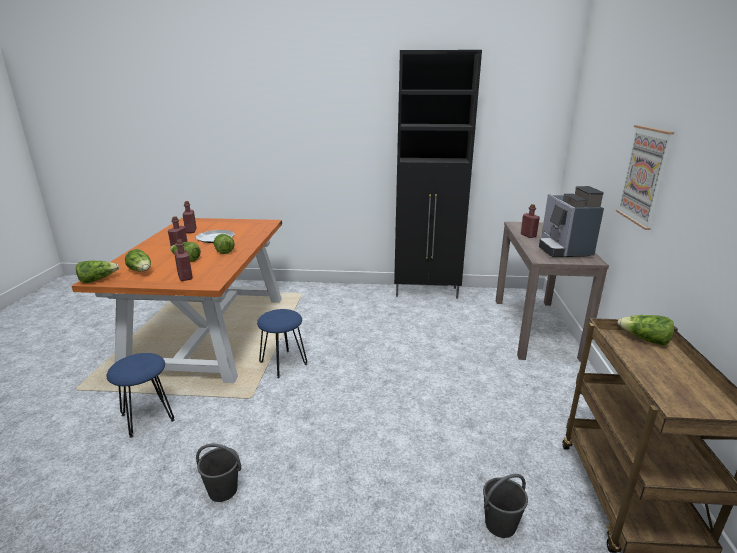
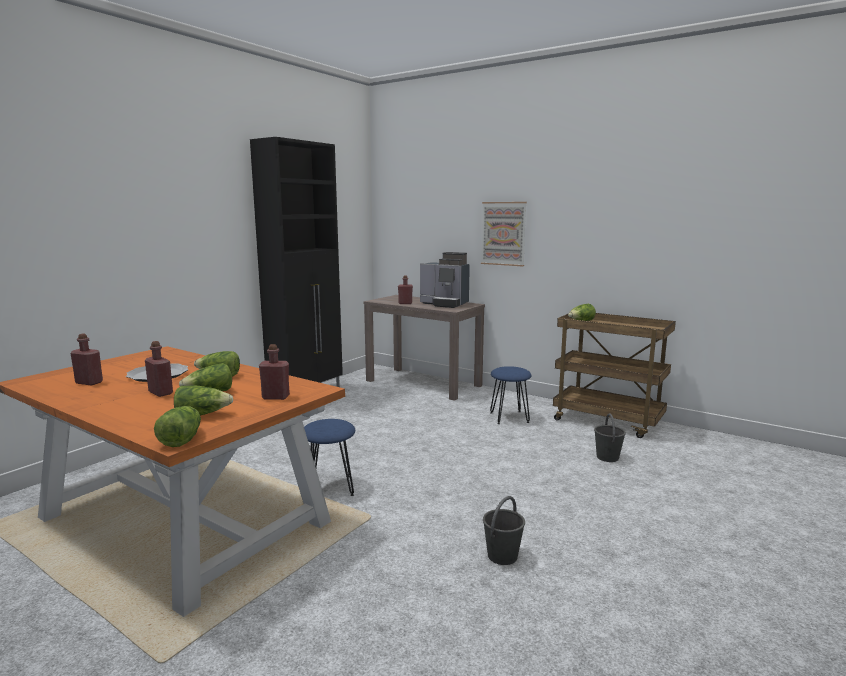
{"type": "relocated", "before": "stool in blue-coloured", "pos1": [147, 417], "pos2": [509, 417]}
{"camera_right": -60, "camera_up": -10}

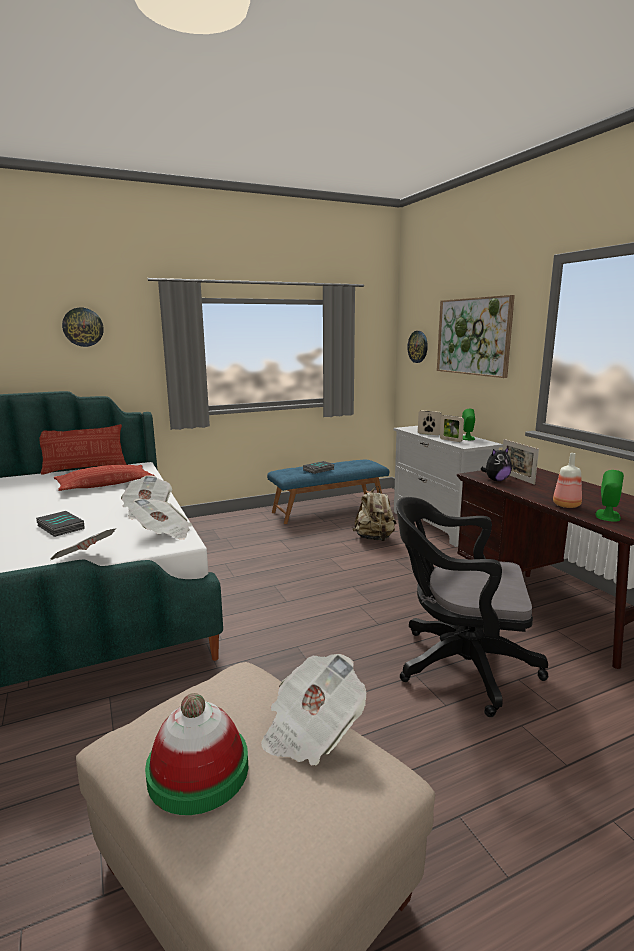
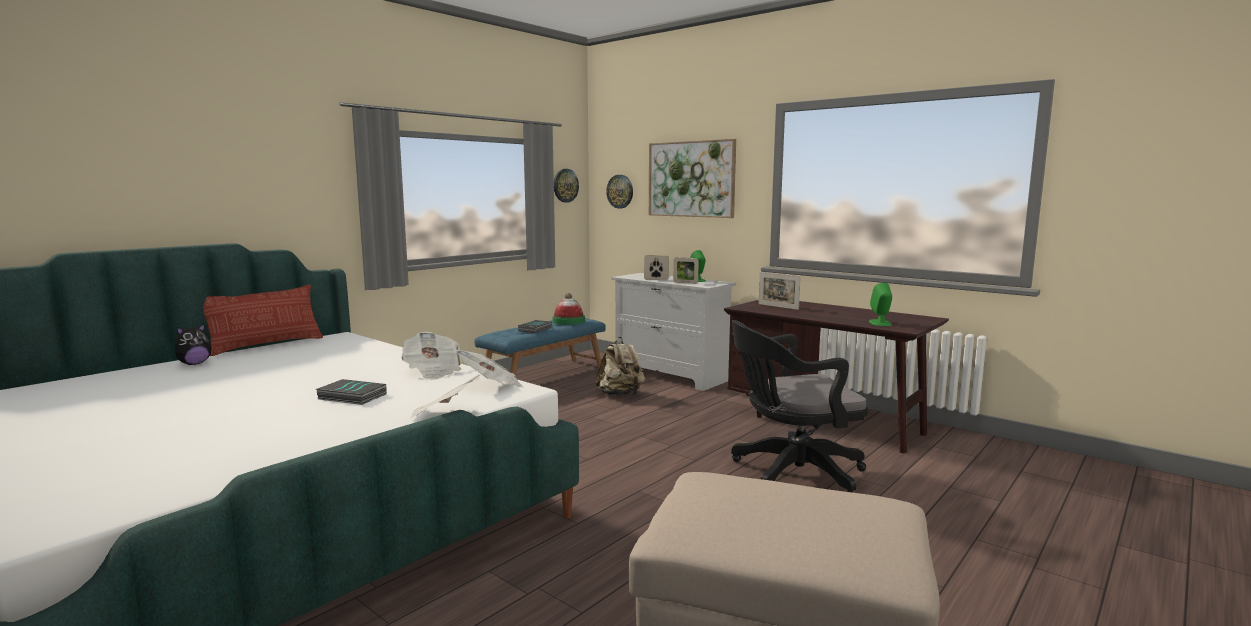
{"type": "relocated", "before": "hanging clock", "pos1": [83, 327], "pos2": [565, 185]}
{"type": "relocated", "before": "cuddly toy", "pos1": [496, 480], "pos2": [194, 364]}
{"type": "missing", "before": "bottle", "pos1": [567, 505]}
{"type": "missing", "before": "cushion", "pos1": [105, 484]}
{"type": "missing", "before": "daily paper", "pos1": [311, 730]}
{"type": "relocated", "before": "wearable hat", "pos1": [198, 771], "pos2": [568, 321]}
{"camera_right": -25, "camera_up": -5}

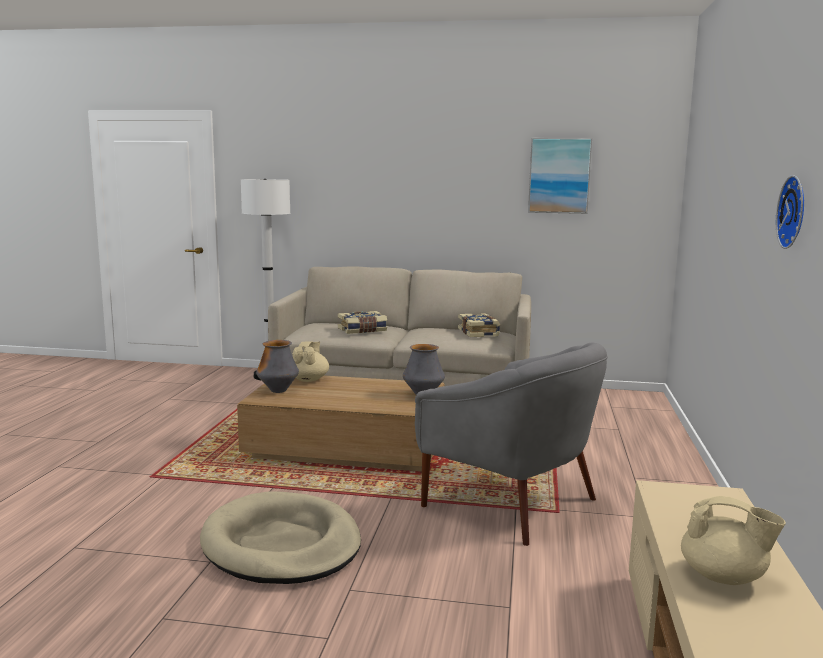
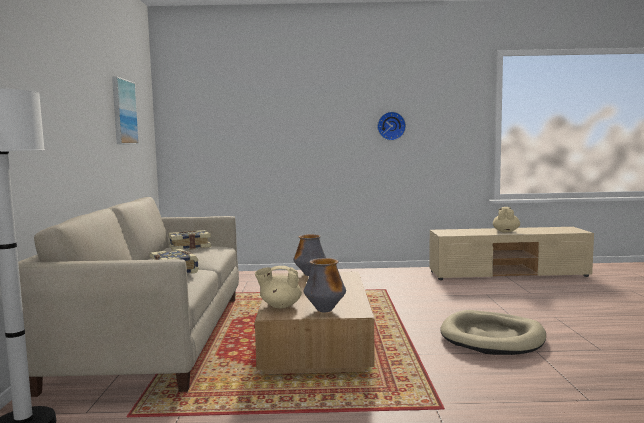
{"type": "missing", "before": "lounge chair in greyish", "pos1": [512, 502]}
{"camera_right": -100, "camera_up": -5}

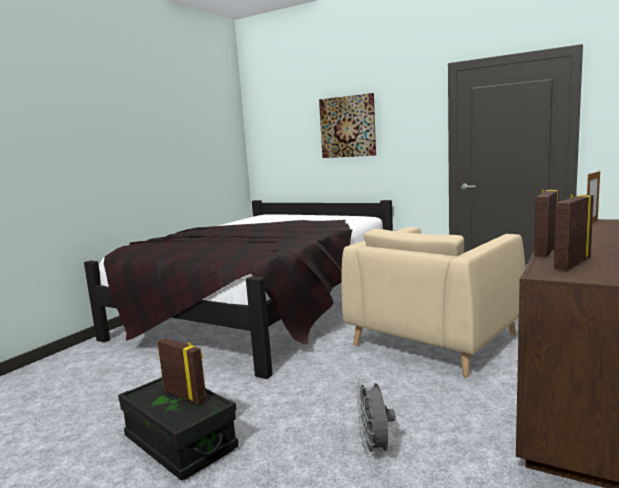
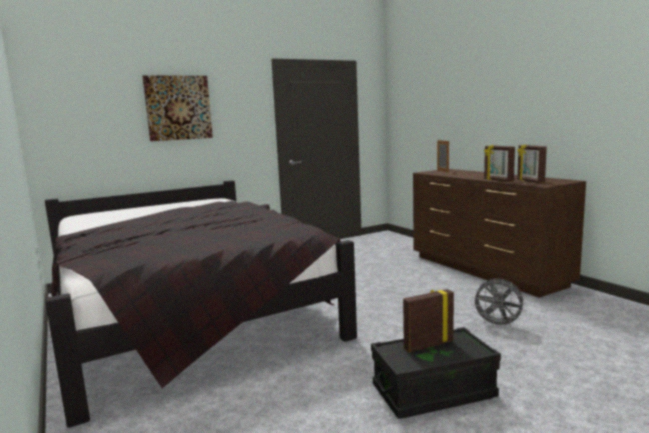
{"type": "missing", "before": "lounge chair in beige-coloured", "pos1": [434, 340]}
{"camera_right": -60, "camera_up": 0}

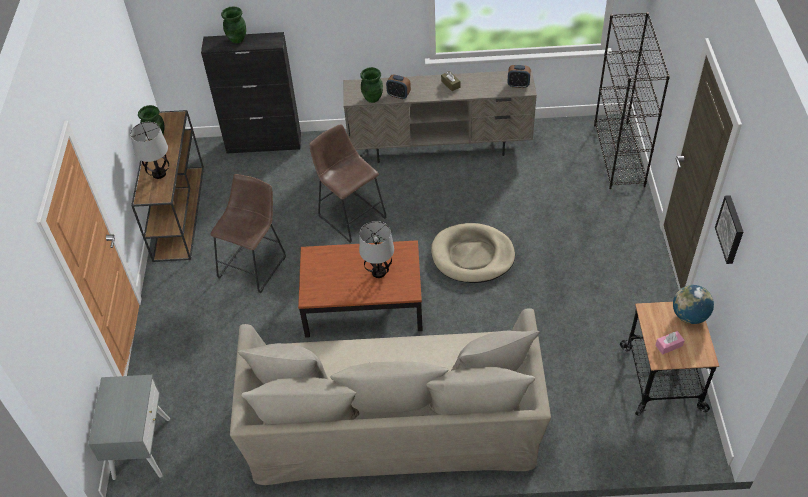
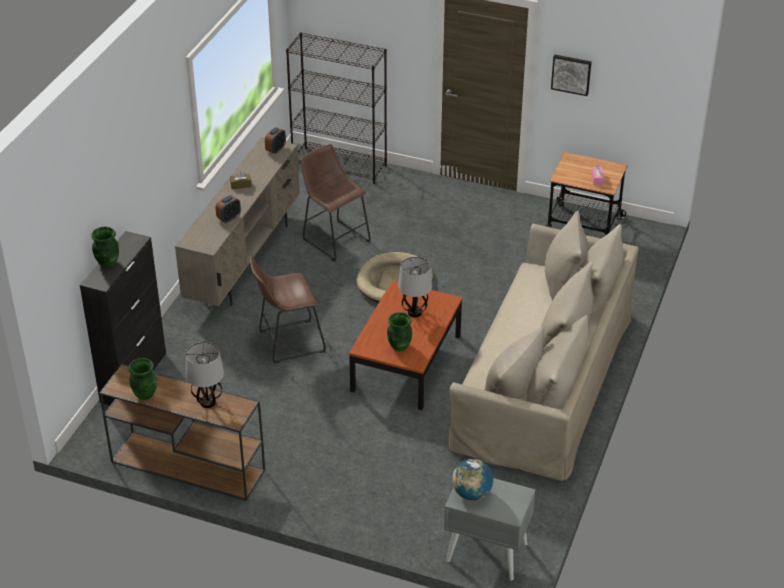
{"type": "relocated", "before": "vase in green", "pos1": [373, 98], "pos2": [399, 346]}
{"type": "relocated", "before": "stool in brown-coloured", "pos1": [254, 264], "pos2": [334, 238]}
{"type": "relocated", "before": "desk globe", "pos1": [689, 316], "pos2": [472, 493]}
{"camera_right": -70, "camera_up": -10}

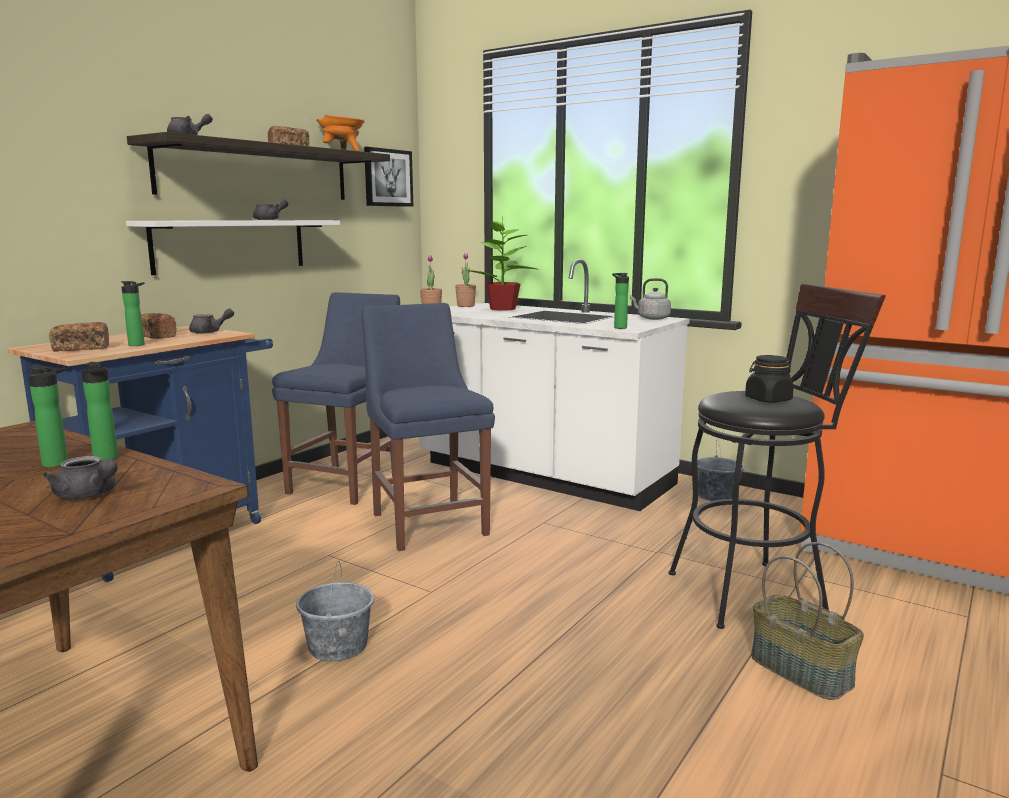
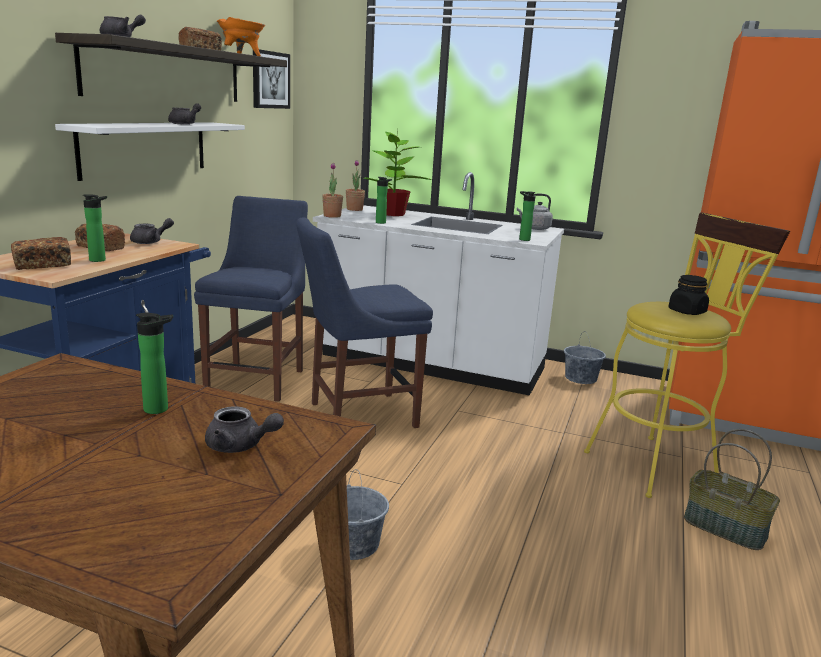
{"type": "colour", "before": "stool in black-coloured", "after": "stool in yellow", "pos1": [757, 591], "pos2": [657, 463]}
{"type": "spun", "before": "upright chair in blue-coloured", "pos1": [428, 522], "pos2": [357, 415], "turn": -75}
{"type": "relocated", "before": "bottle", "pos1": [106, 459], "pos2": [382, 223]}
{"camera_right": -15, "camera_up": 5}

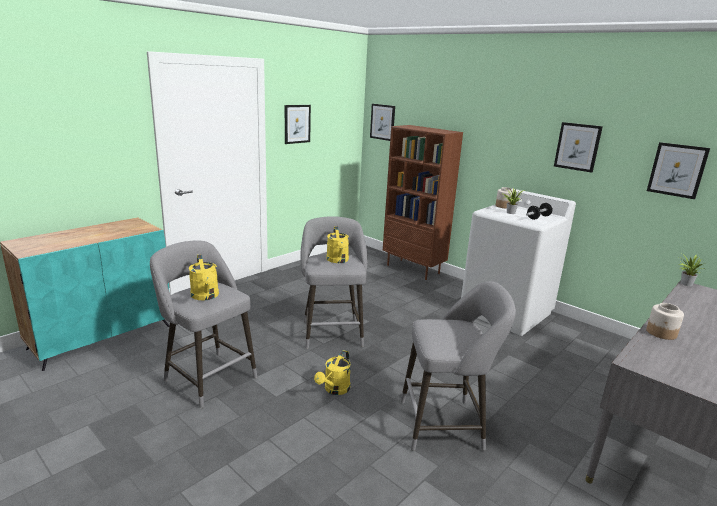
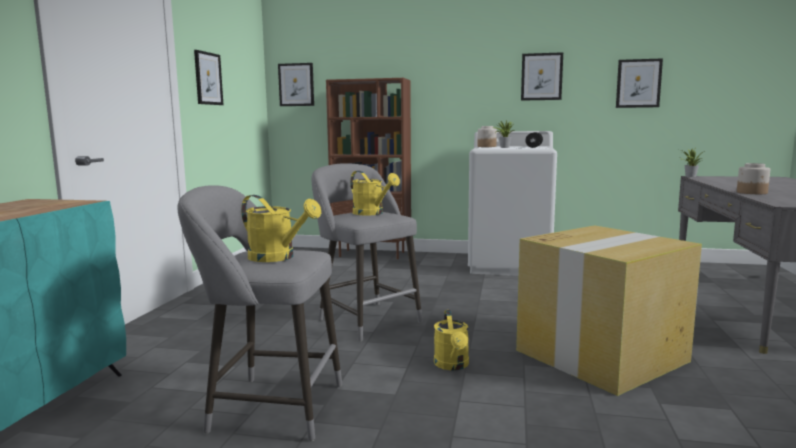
{"type": "exchanged", "before": "stool in greyish", "after": "packing box", "pos1": [446, 424], "pos2": [602, 355]}
{"camera_right": -30, "camera_up": -10}

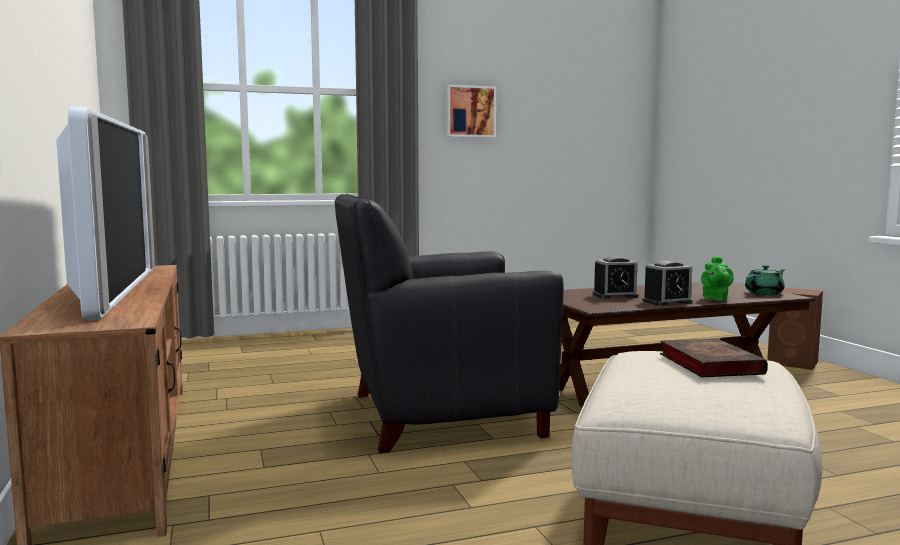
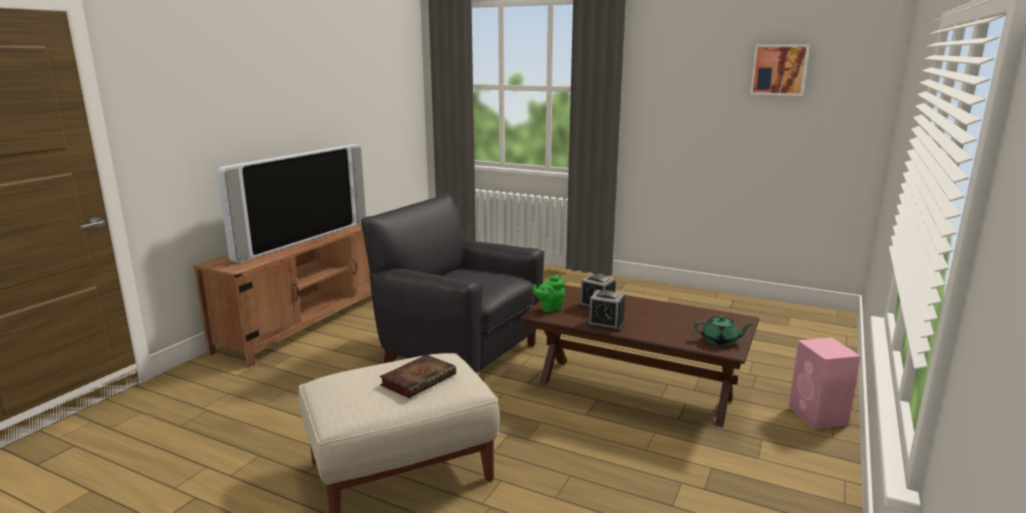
{"type": "relocated", "before": "wall picture", "pos1": [470, 111], "pos2": [779, 69]}
{"type": "relocated", "before": "tea pot in green", "pos1": [715, 299], "pos2": [549, 308]}
{"type": "colour", "before": "loudspeaker in brown-coloured", "after": "loudspeaker in pink-coloured", "pos1": [794, 363], "pos2": [818, 416]}
{"camera_right": 45, "camera_up": 10}

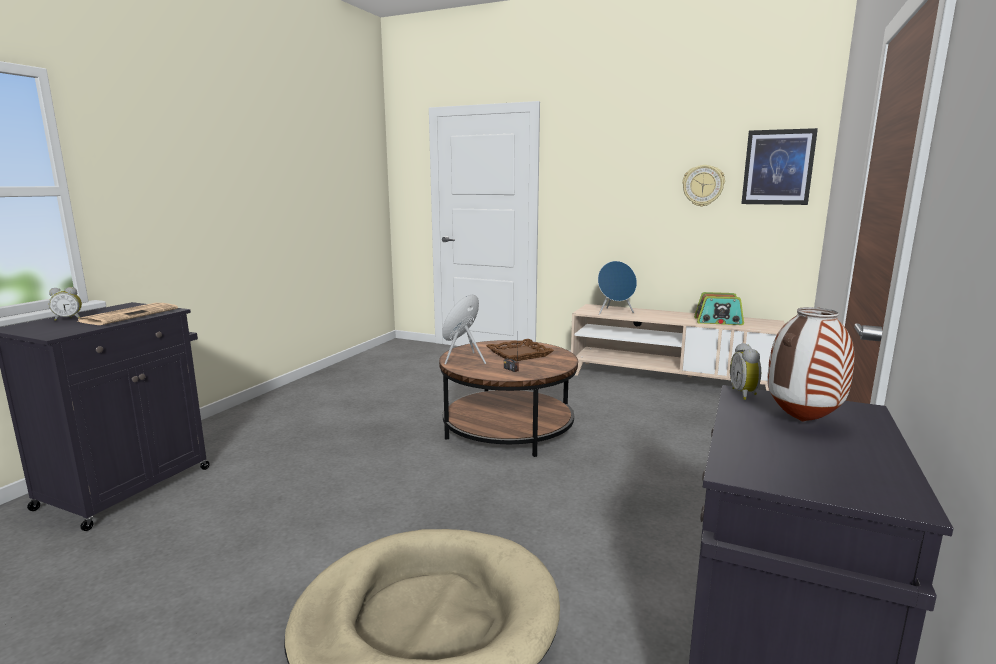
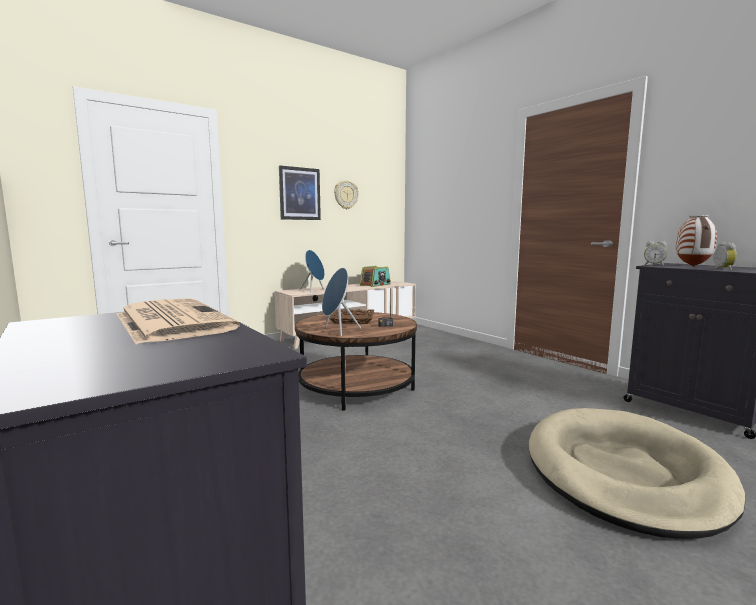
{"type": "relocated", "before": "wall picture", "pos1": [778, 167], "pos2": [299, 193]}
{"type": "relocated", "before": "alarm clock", "pos1": [69, 319], "pos2": [721, 269]}
{"camera_right": -60, "camera_up": -5}

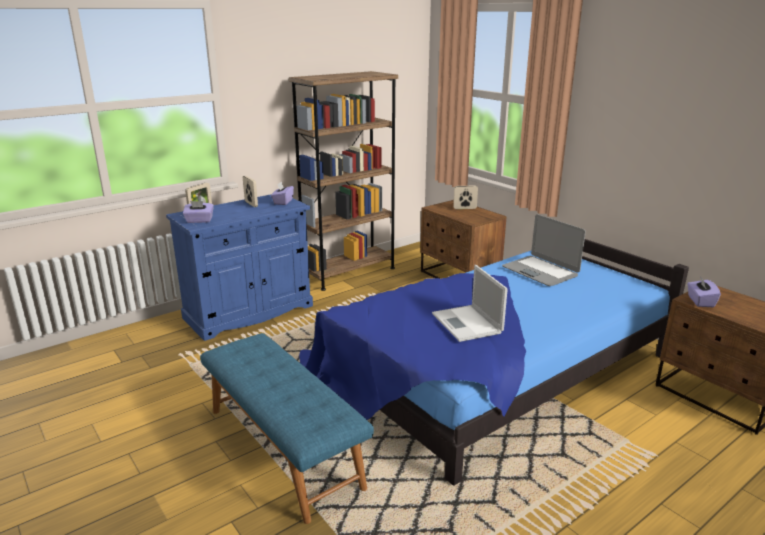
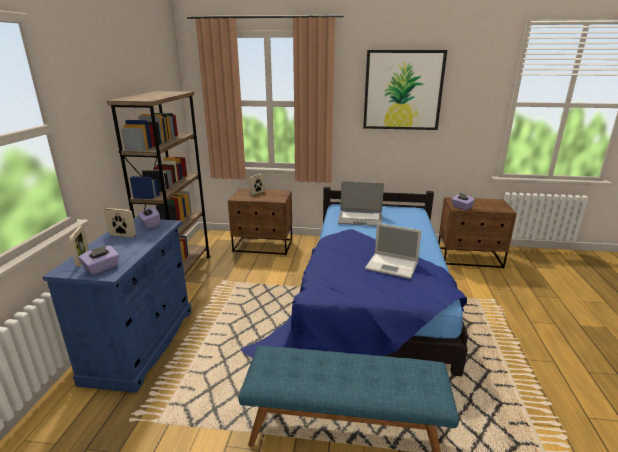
{"type": "appeared", "after": "wall picture", "pos2": [403, 90]}
{"camera_right": -45, "camera_up": 0}

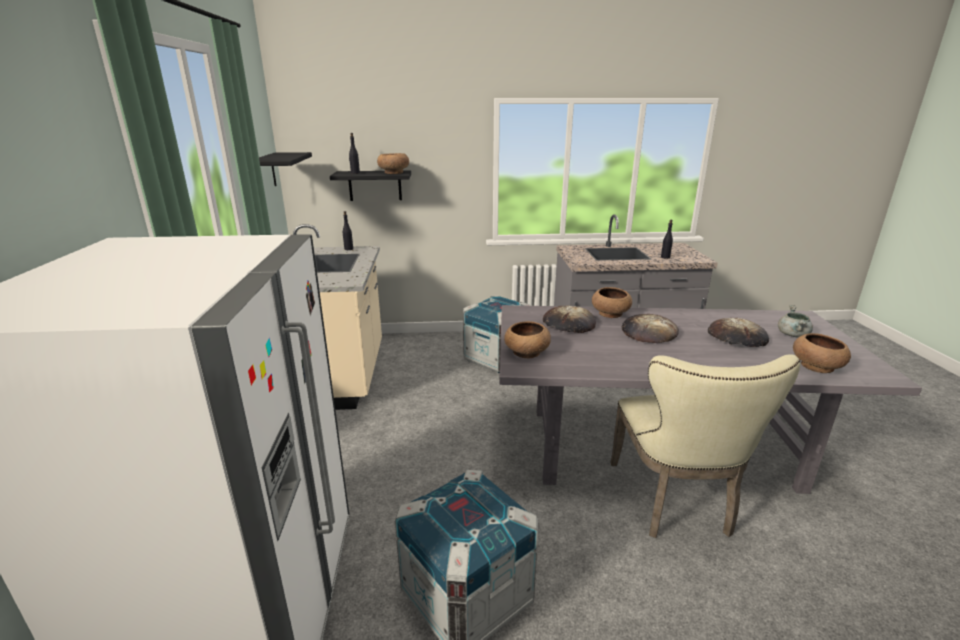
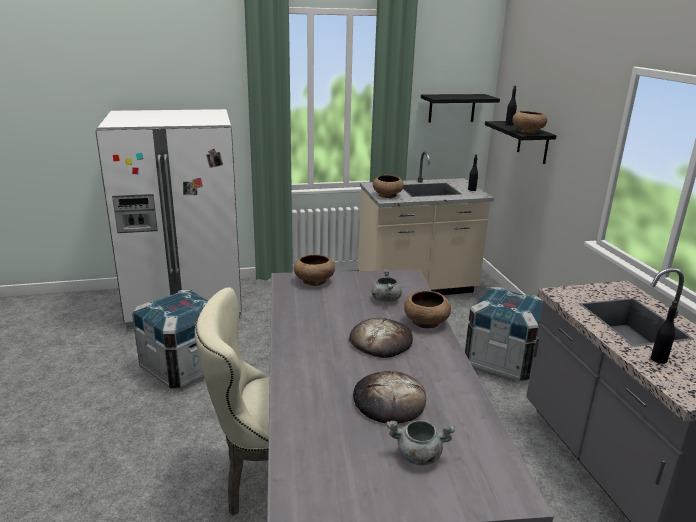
{"type": "exchanged", "before": "baked bread", "after": "cooking pot in greyish", "pos1": [568, 324], "pos2": [385, 299]}
{"type": "relocated", "before": "serving bowl in brown-coloured", "pos1": [816, 366], "pos2": [387, 195]}
{"camera_right": 80, "camera_up": 0}

